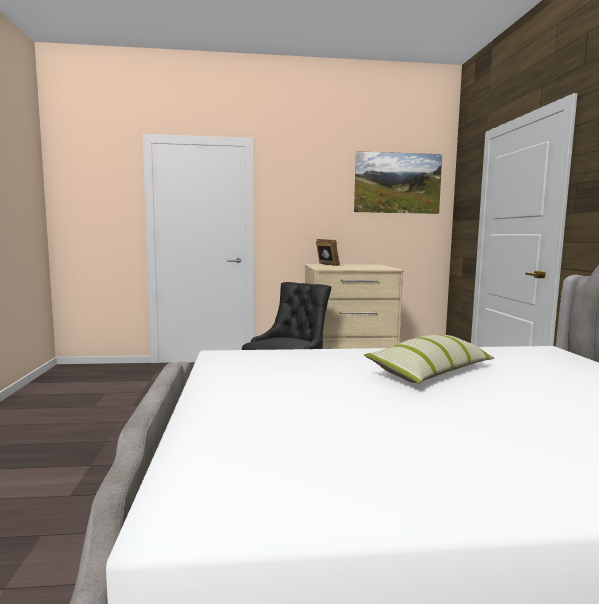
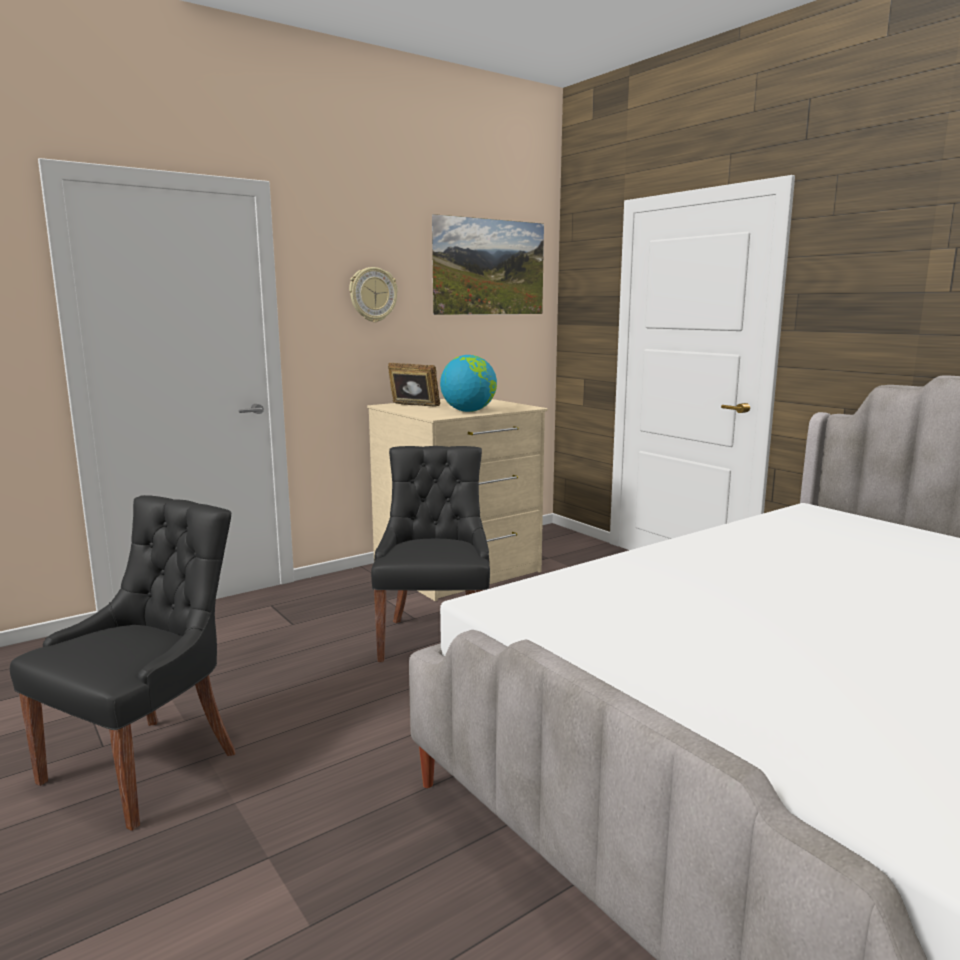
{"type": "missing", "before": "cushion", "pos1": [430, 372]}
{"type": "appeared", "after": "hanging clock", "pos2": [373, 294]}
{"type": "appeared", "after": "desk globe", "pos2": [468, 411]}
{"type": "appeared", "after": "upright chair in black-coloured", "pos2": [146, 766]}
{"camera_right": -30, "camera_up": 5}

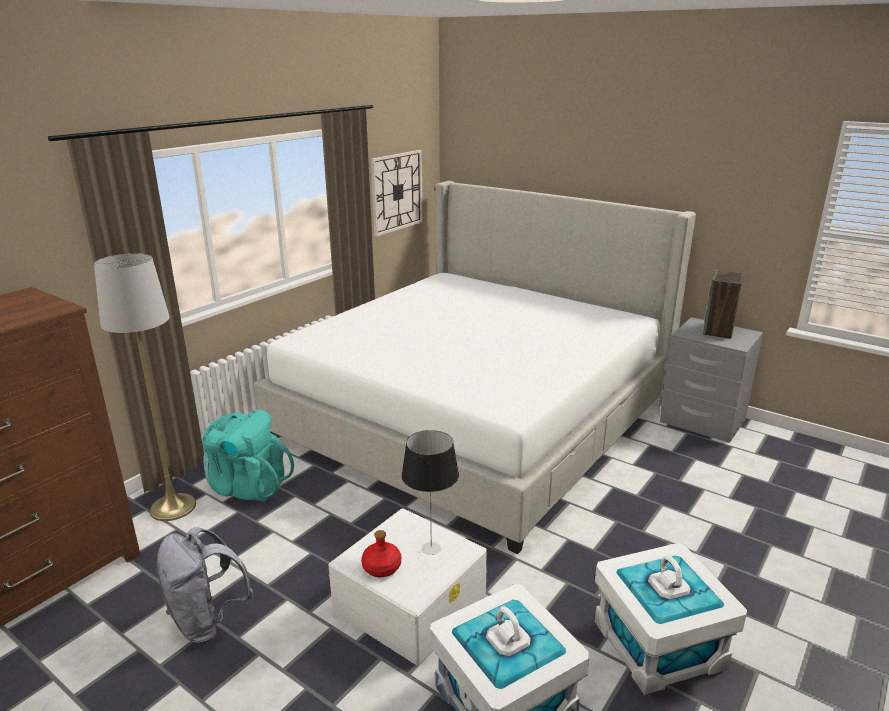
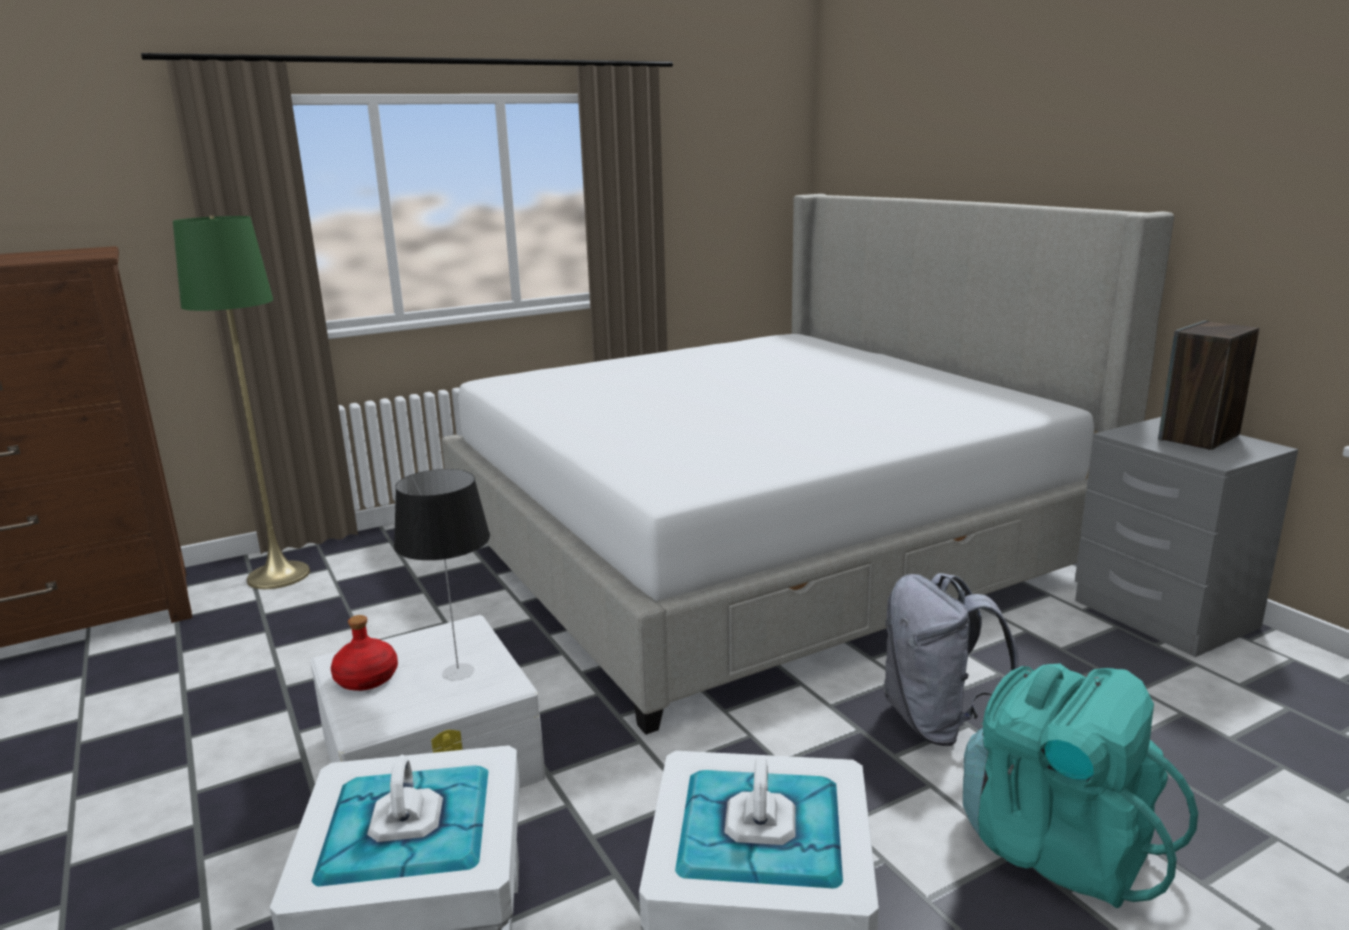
{"type": "missing", "before": "hanging clock", "pos1": [397, 192]}
{"type": "colour", "before": "floor lamp in greyish", "after": "floor lamp in green", "pos1": [173, 507], "pos2": [278, 575]}
{"type": "relocated", "before": "backpack in blue-green", "pos1": [247, 486], "pos2": [1057, 847]}
{"type": "relocated", "before": "backpack in greyish", "pos1": [207, 621], "pos2": [937, 722]}
{"camera_right": 25, "camera_up": -5}

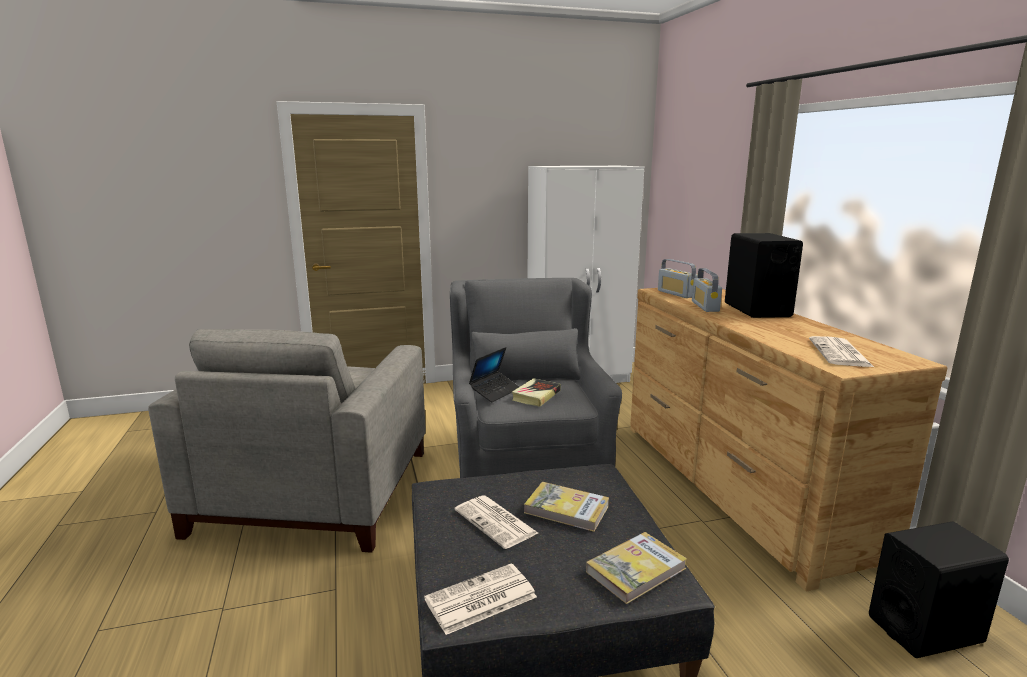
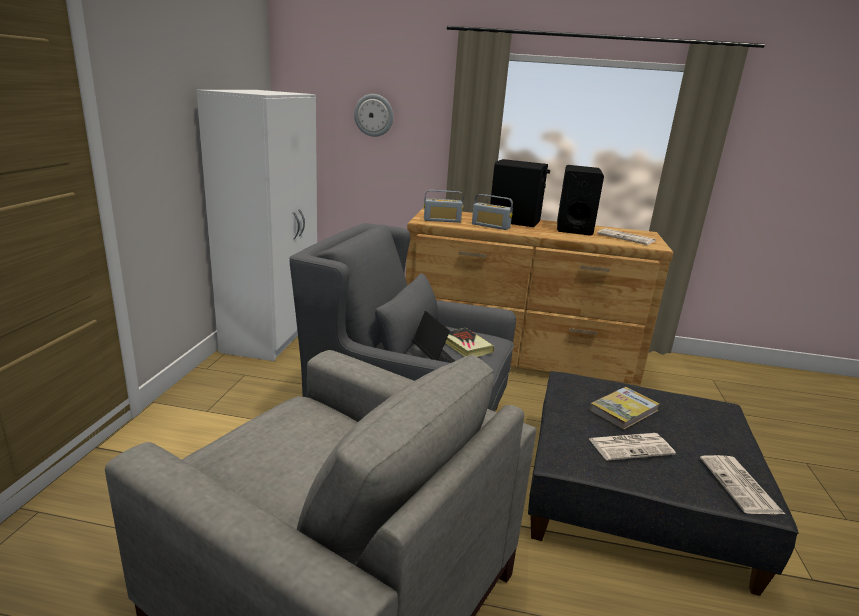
{"type": "relocated", "before": "loudspeaker in black-coloured", "pos1": [925, 629], "pos2": [574, 228]}
{"type": "missing", "before": "book", "pos1": [636, 570]}
{"type": "appeared", "after": "hanging clock", "pos2": [374, 115]}
{"camera_right": -65, "camera_up": 5}

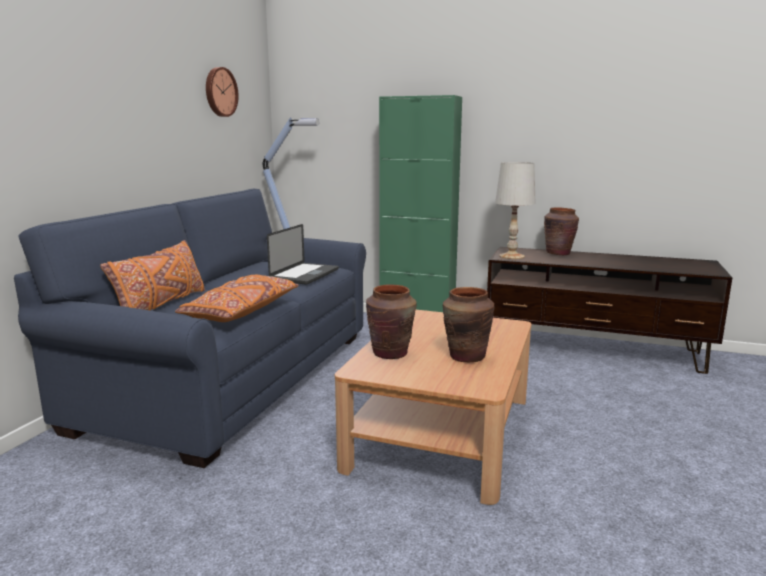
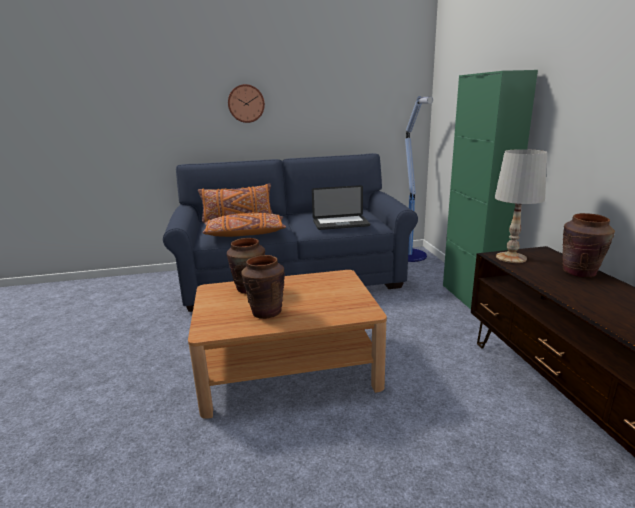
{"type": "relocated", "before": "hanging clock", "pos1": [220, 92], "pos2": [246, 103]}
{"camera_right": 60, "camera_up": 5}

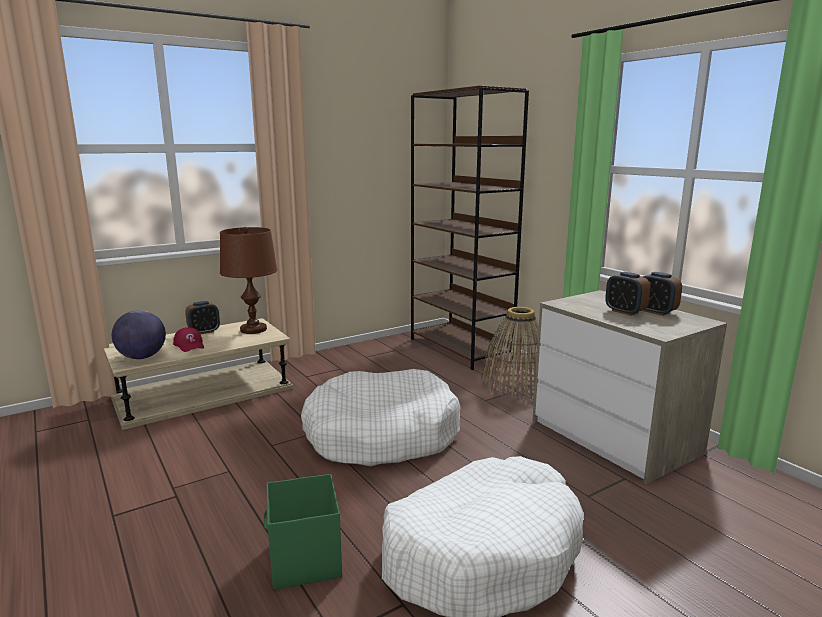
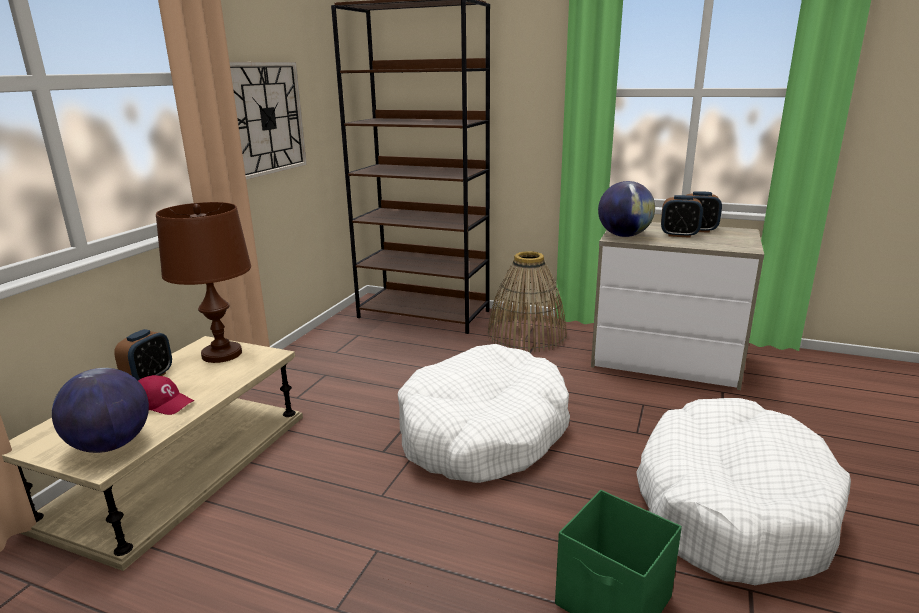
{"type": "appeared", "after": "hanging clock", "pos2": [266, 118]}
{"type": "appeared", "after": "desk globe", "pos2": [624, 235]}
{"camera_right": -35, "camera_up": 5}

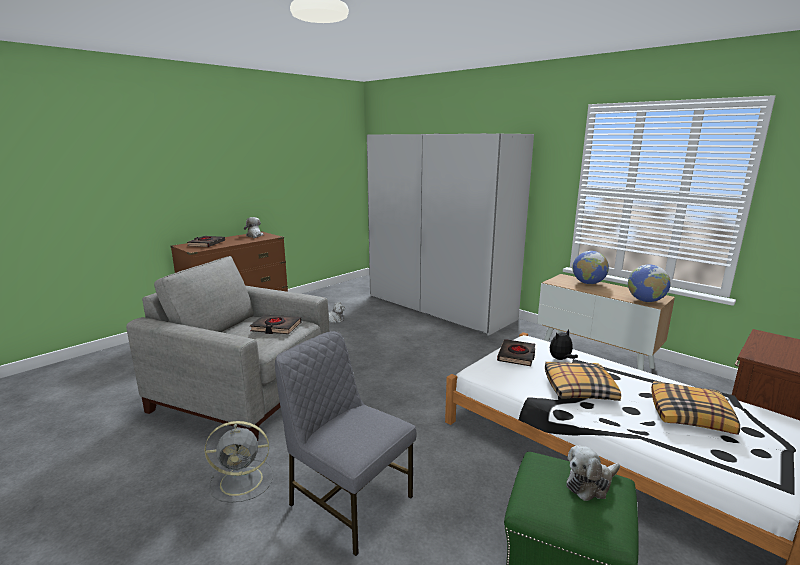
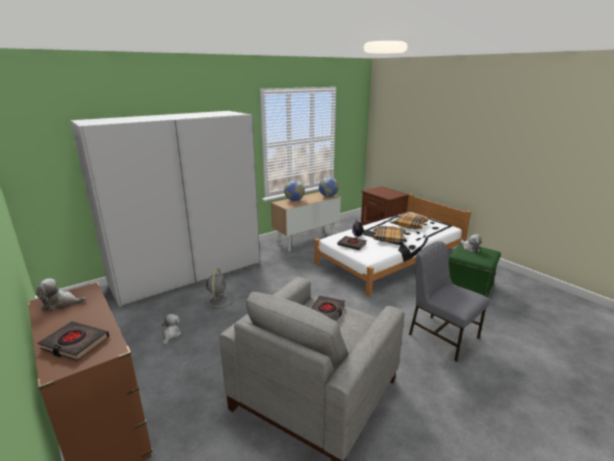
{"type": "spun", "before": "upright chair in greyish", "pos1": [348, 500], "pos2": [442, 336], "turn": 90}
{"type": "relocated", "before": "cooling fan in greyish", "pos1": [243, 480], "pos2": [218, 300]}
{"camera_right": -80, "camera_up": 5}

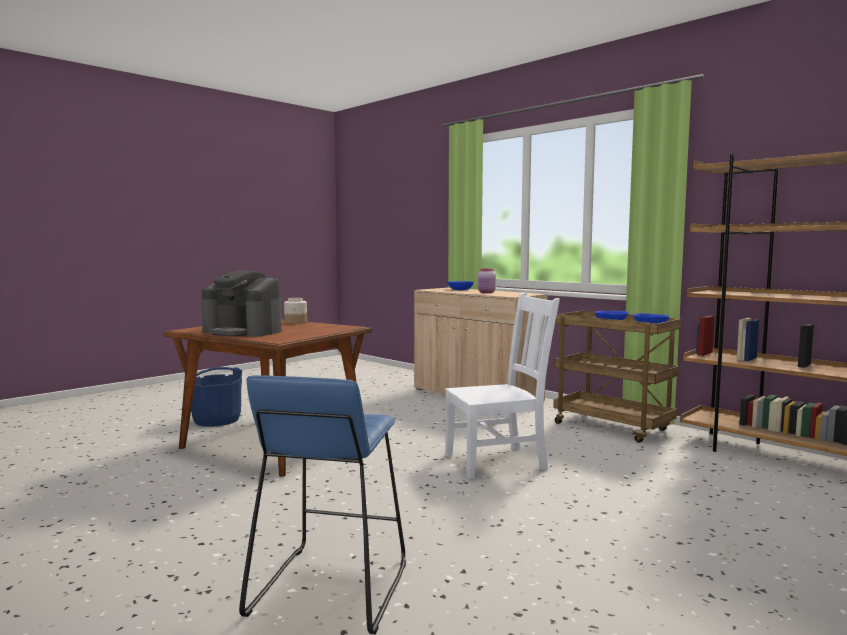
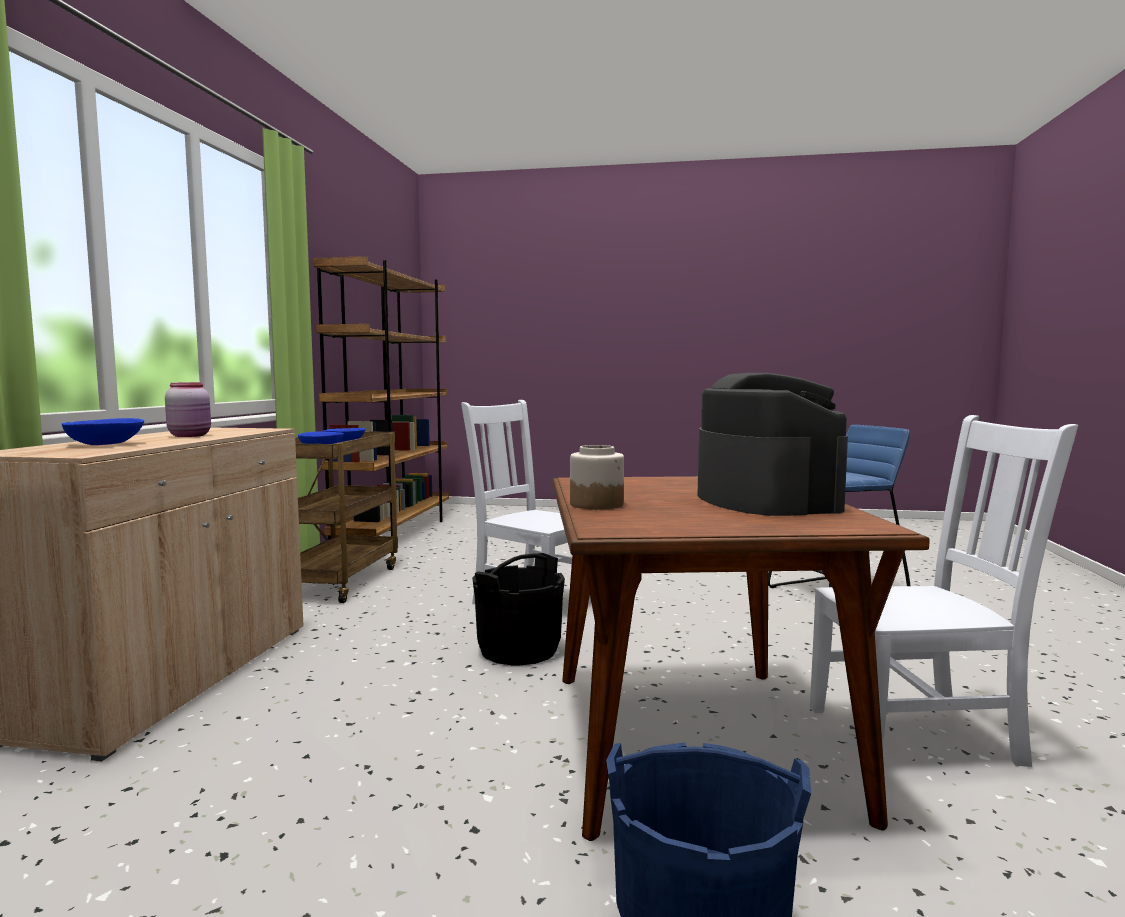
{"type": "appeared", "after": "upright chair in whitish", "pos2": [919, 735]}
{"type": "appeared", "after": "bucket in black-coloured", "pos2": [518, 650]}
{"camera_right": -125, "camera_up": 0}

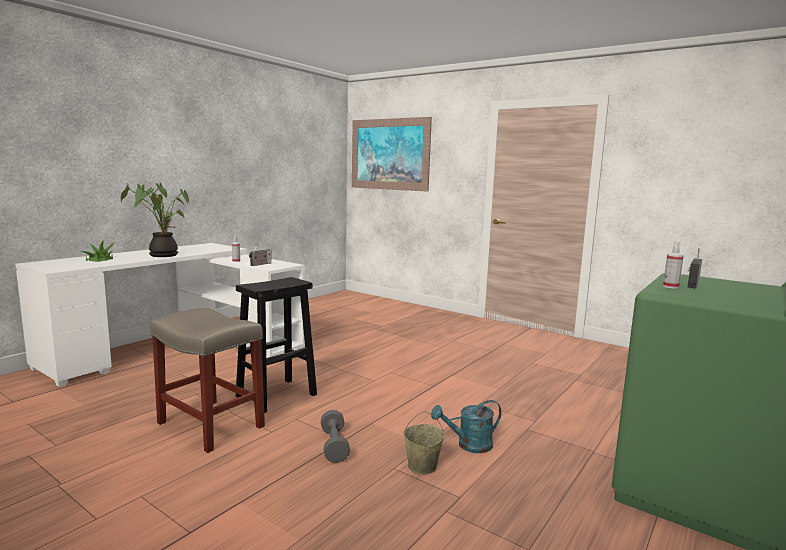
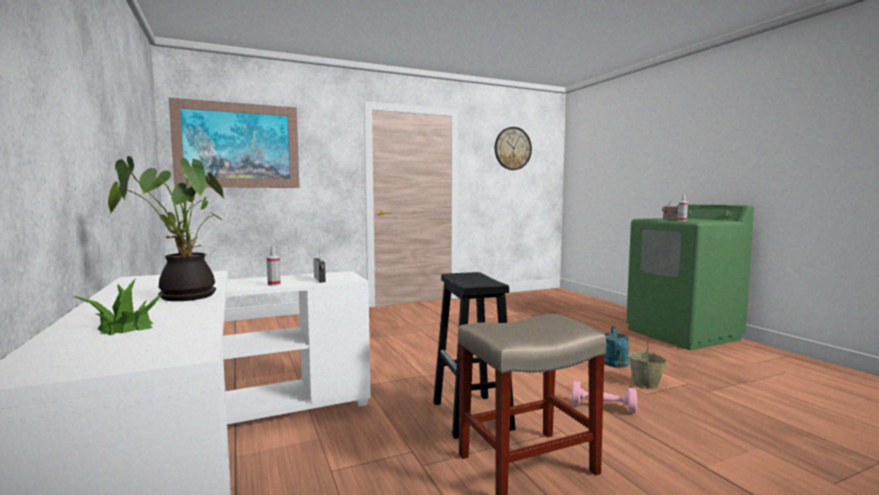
{"type": "colour", "before": "hand weight in greyish", "after": "hand weight in pink-coloured", "pos1": [334, 446], "pos2": [603, 408]}
{"type": "appeared", "after": "hanging clock", "pos2": [512, 148]}
{"camera_right": -60, "camera_up": -5}

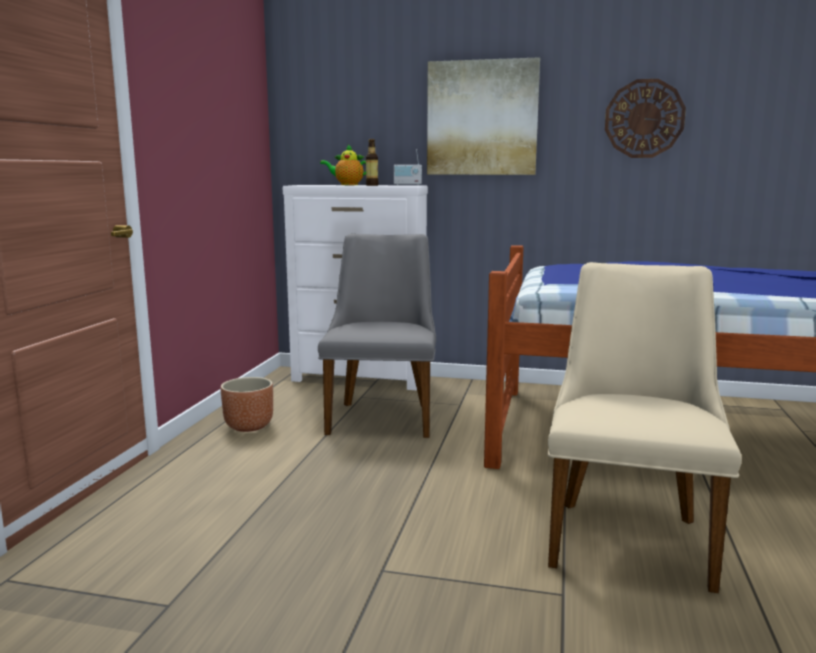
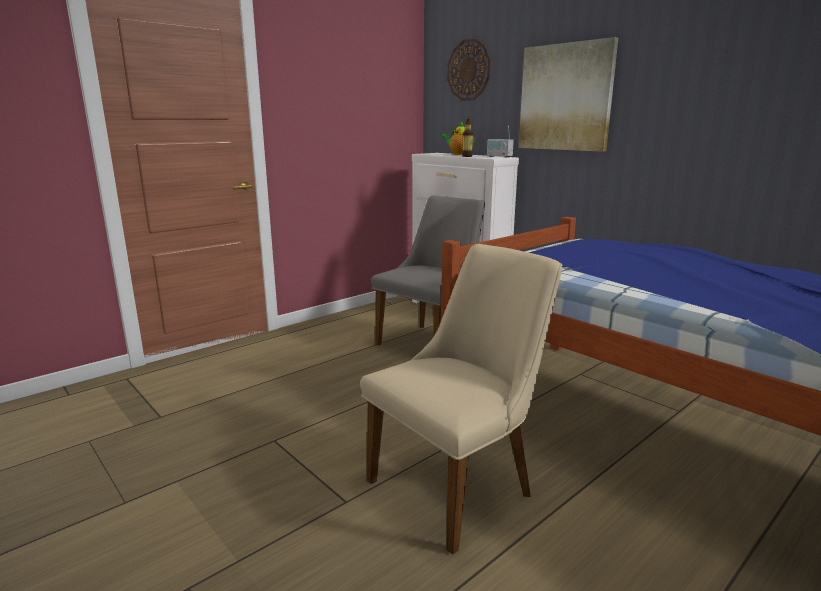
{"type": "relocated", "before": "hanging clock", "pos1": [644, 119], "pos2": [469, 70]}
{"type": "missing", "before": "planter in brown-coloured", "pos1": [248, 426]}
{"camera_right": 35, "camera_up": 5}

